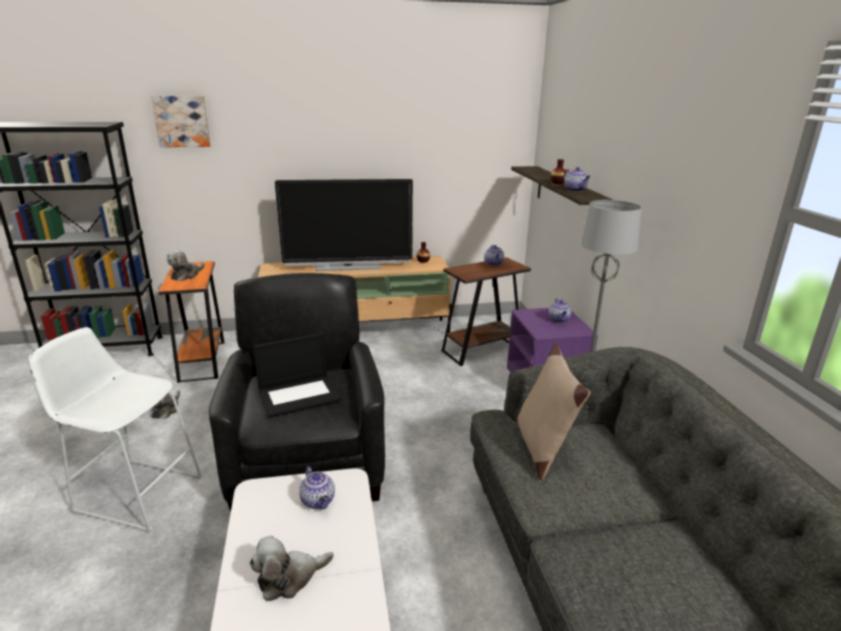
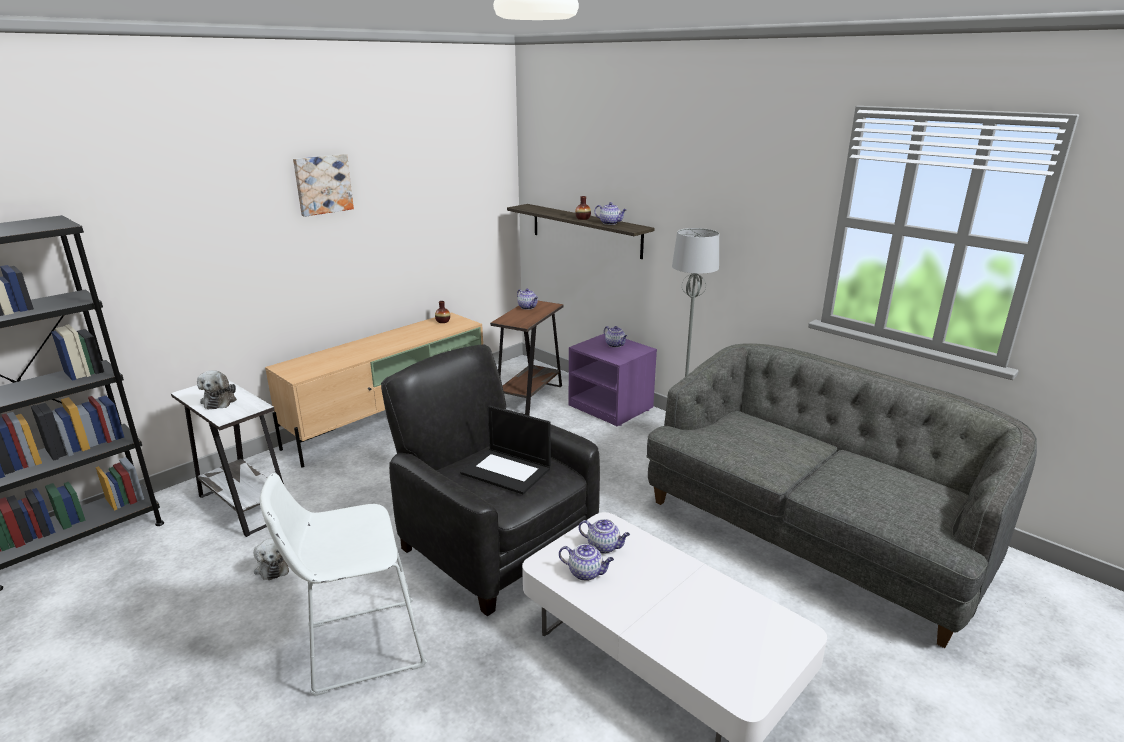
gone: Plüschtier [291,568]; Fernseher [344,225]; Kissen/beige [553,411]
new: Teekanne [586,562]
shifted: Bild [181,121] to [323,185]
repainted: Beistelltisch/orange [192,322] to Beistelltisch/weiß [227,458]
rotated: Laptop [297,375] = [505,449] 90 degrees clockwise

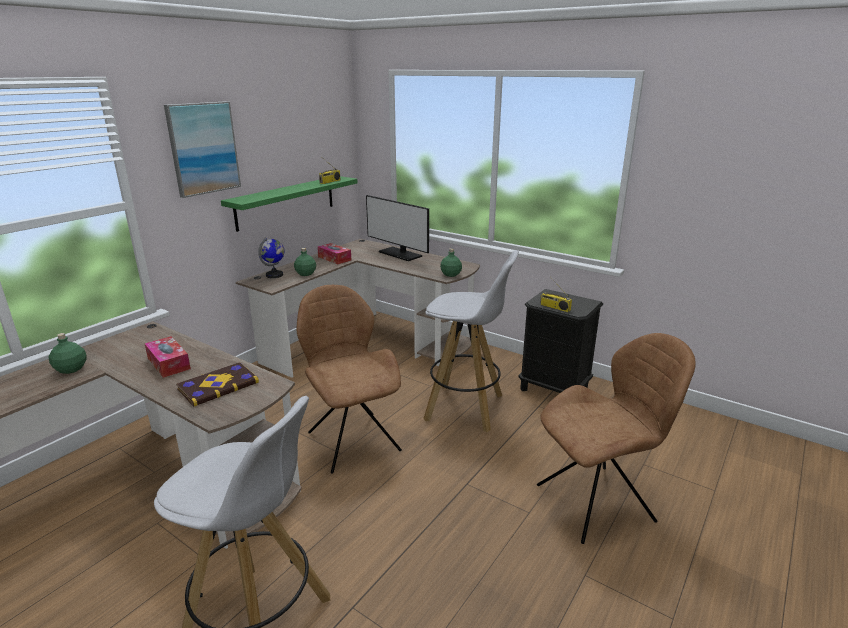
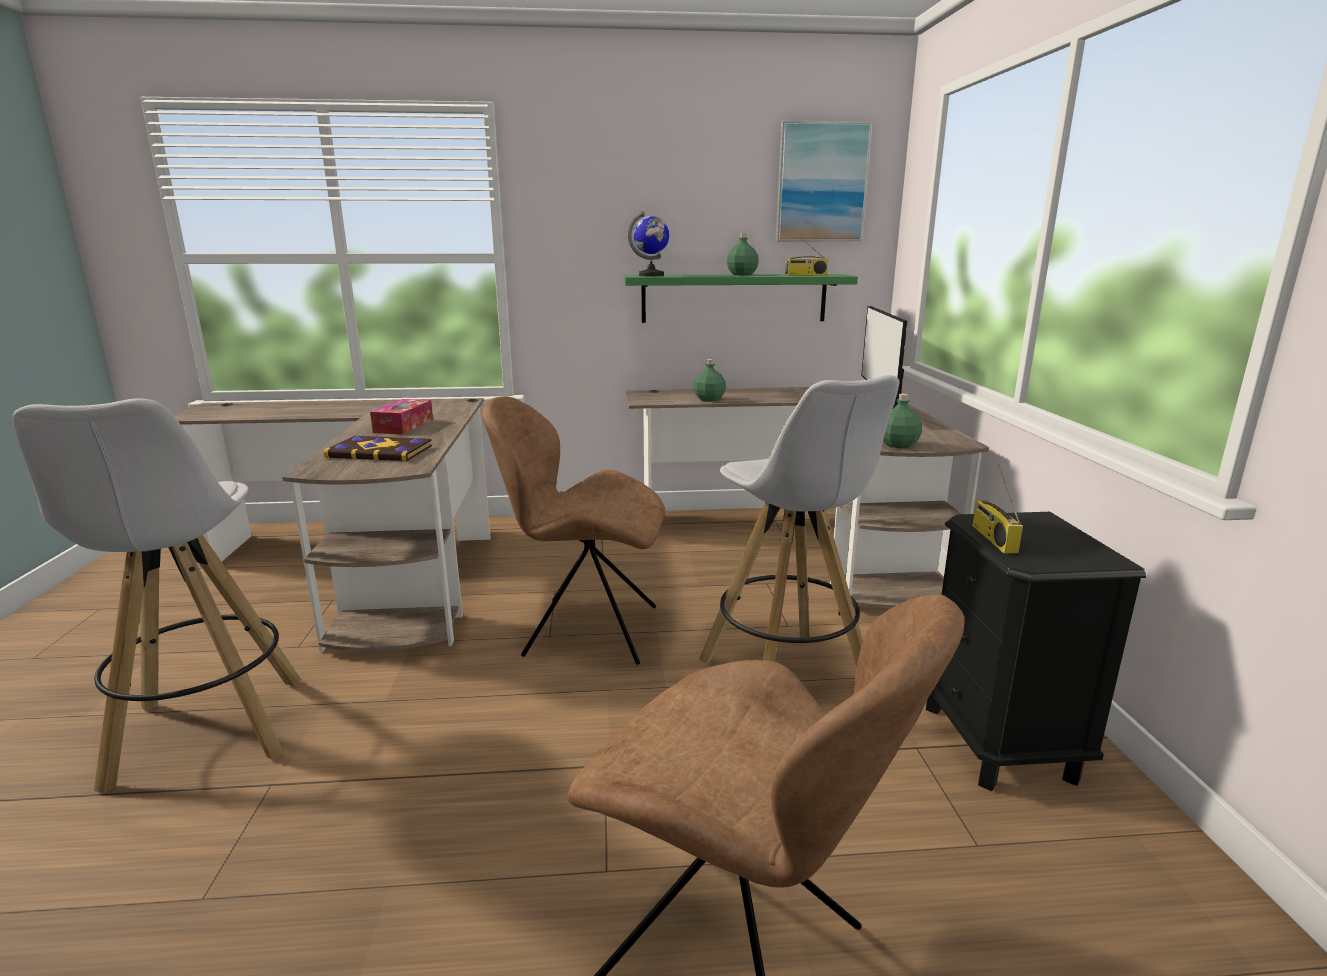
gone: Taschentuchbox [334,253]
shifted: Flasche/grün [68,353] to [743,254]; Bild [202,149] to [824,181]; Globus [271,257] to [648,244]
rotated: Stuhl/braun [349,379] = [573,530] 105 degrees counterclockwise

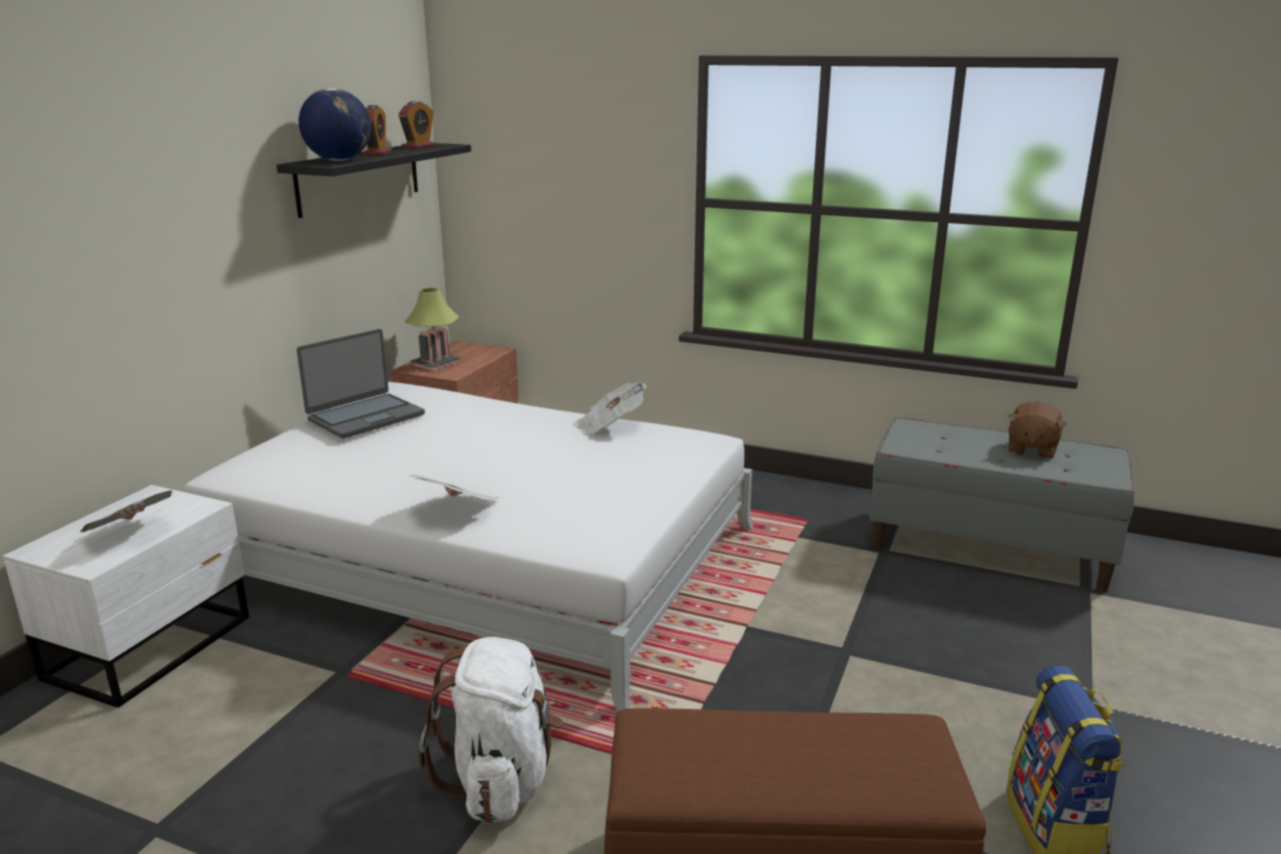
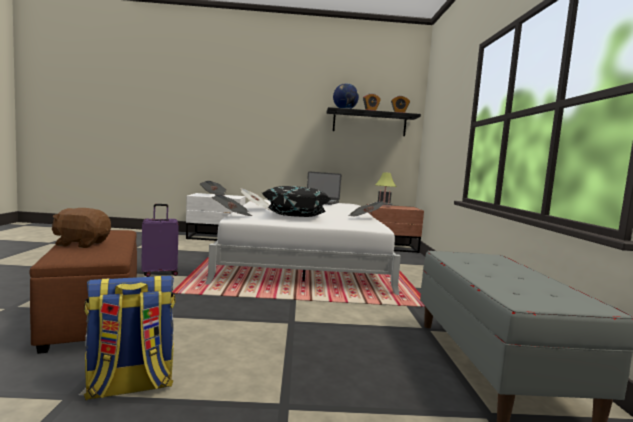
new: Zeitung [232,205]; Kissen/schwarz [297,201]
shifted: Plüschtier/braun [1036,430] to [81,228]
swapped: Rucksack/weiß [491,730] to Koffer/lila [160,240]

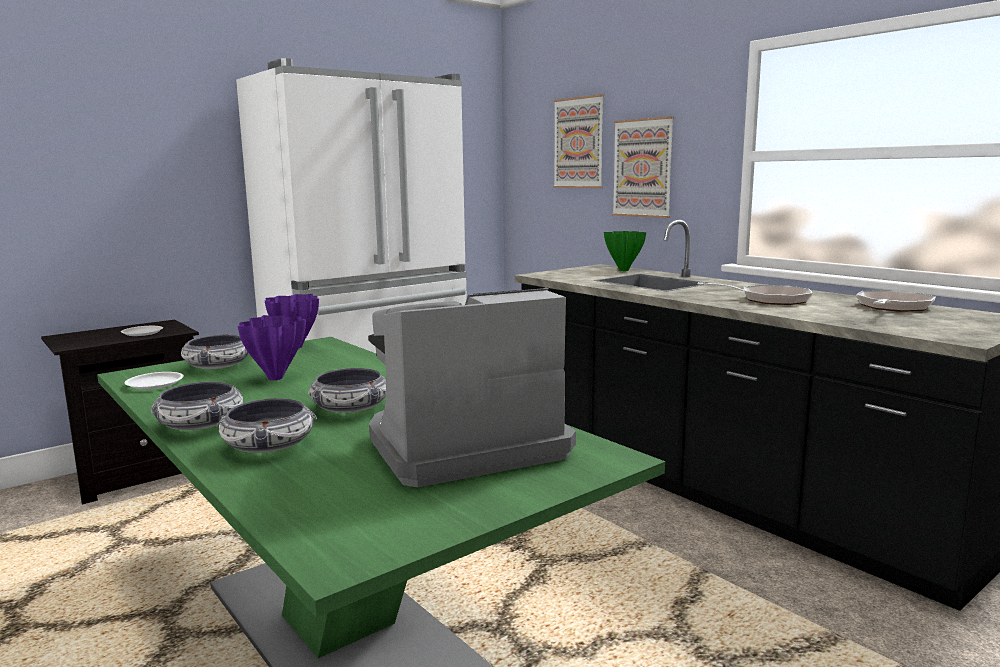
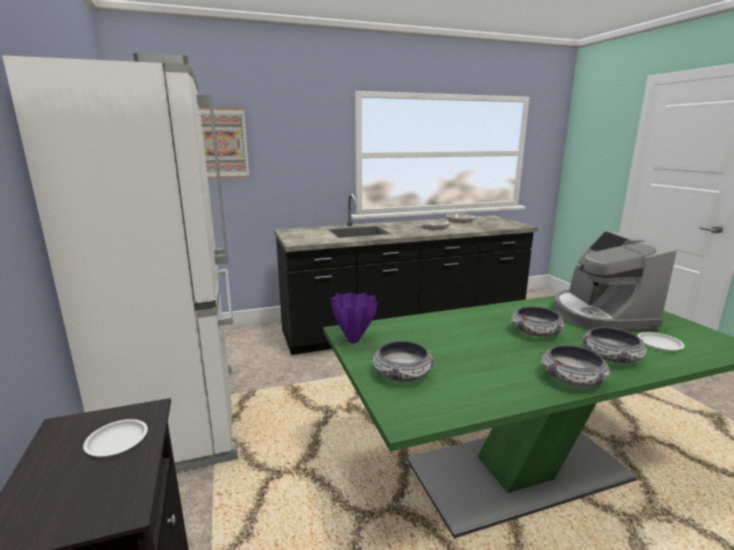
gone: Vase/lila [272,347]; Vase/grün [625,251]; Bild [643,167]
shifted: Teller/weiß [154,381] to [661,341]

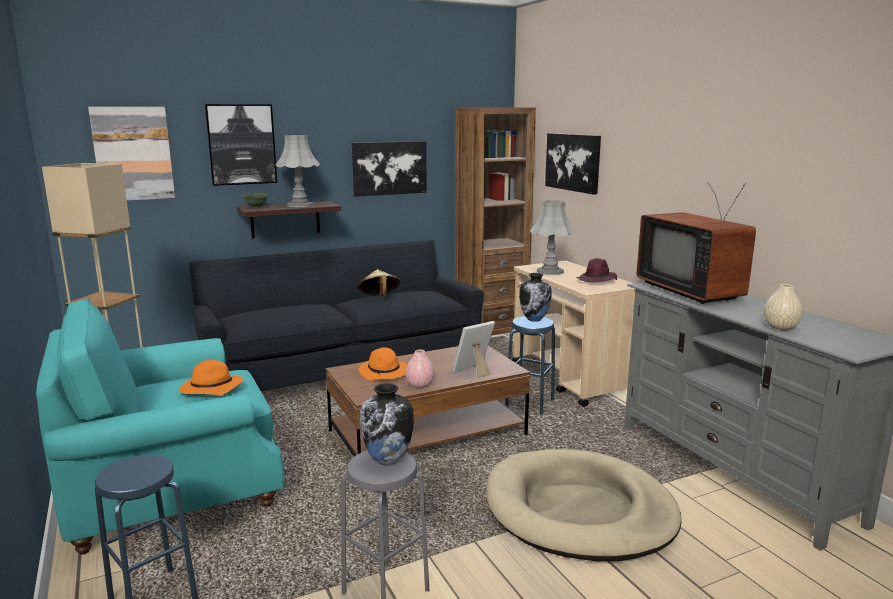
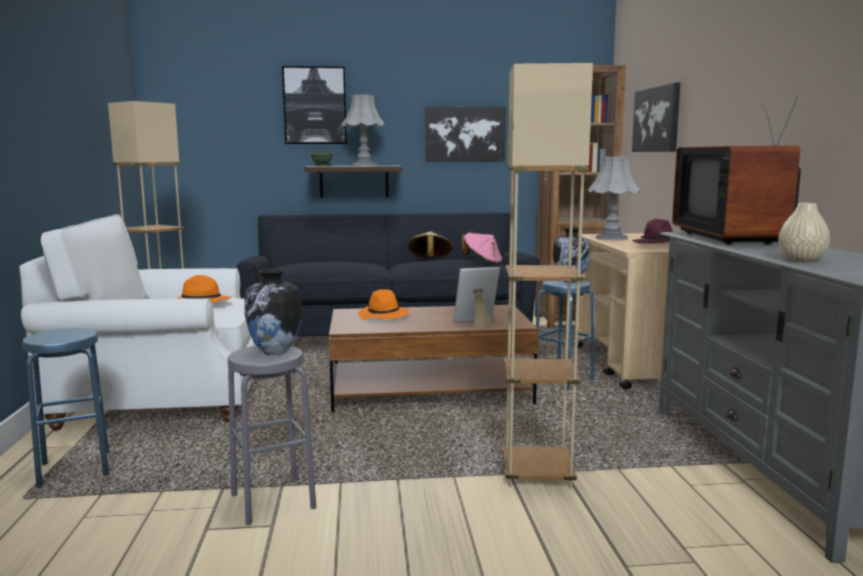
gone: Bild [131,154]; Vase/rosa [420,369]
new: Hut/rosa [482,248]
swapped: Hundebett/beige [583,505] to Stehlampe/beige [547,276]
repainted: Sessel/türkis [160,426] to Sessel/weiß [138,322]

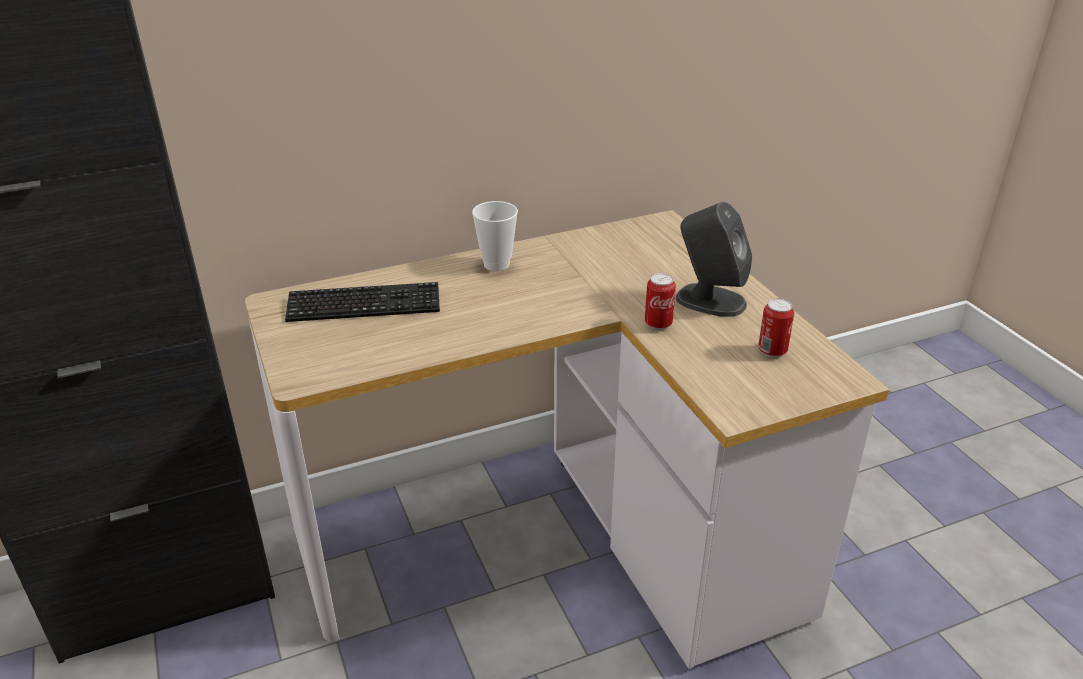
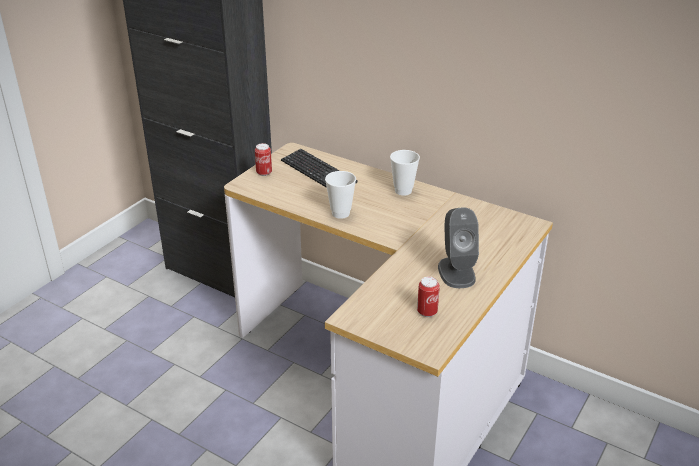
new: Tasse [340,195]
shifted: Dose [660,301] to [263,159]

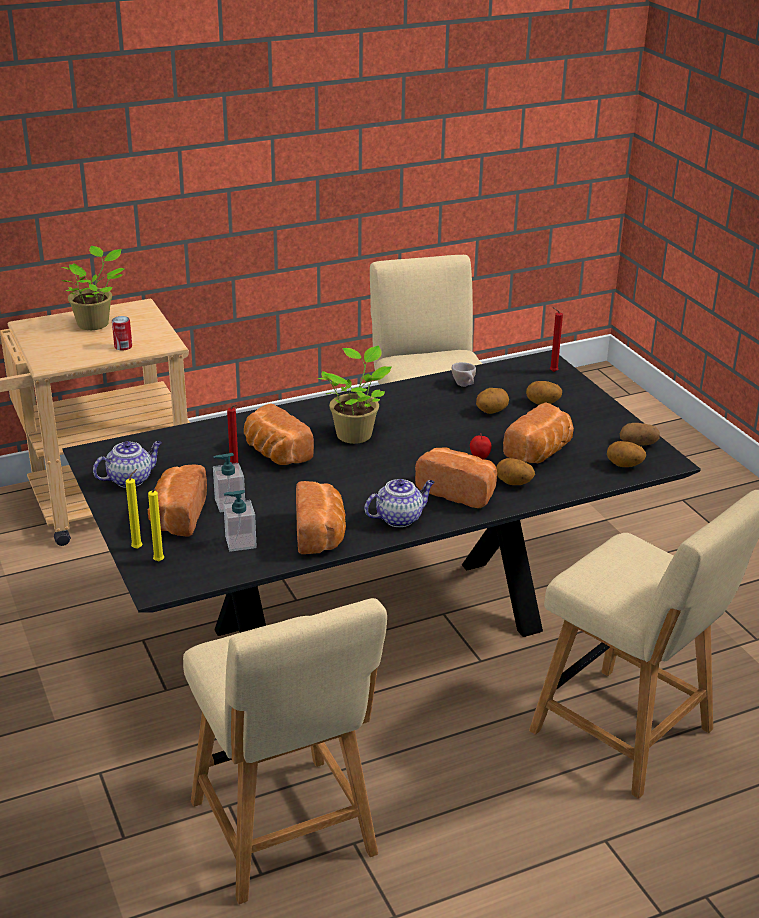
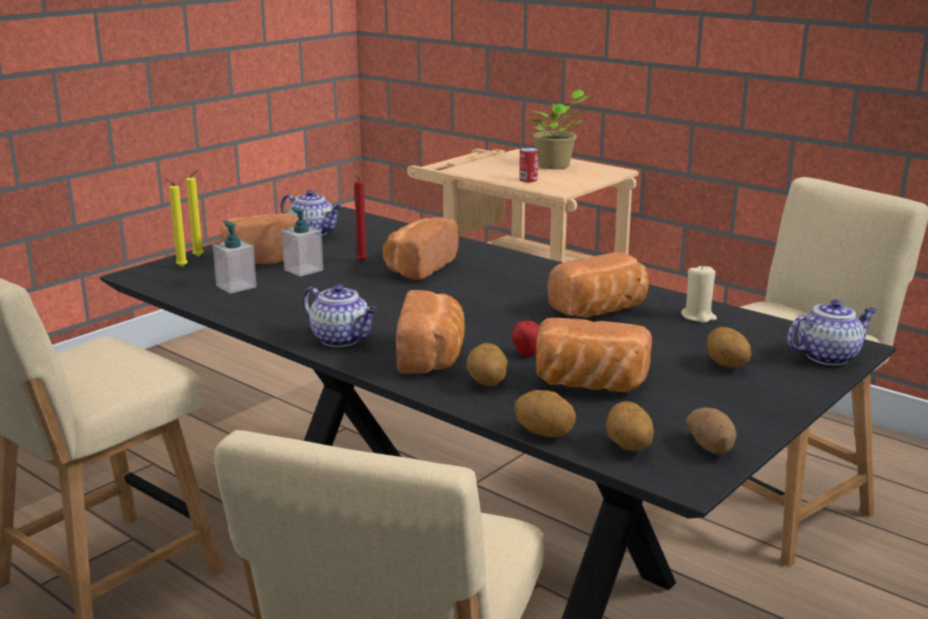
gone: Topfpflanze [354,394]
shifted: Brot [321,517] to [598,285]; Kartoffel [492,401] to [545,413]
swapped: Tasse/beige [464,374] to Kerze/beige [699,293]; Kerze/rot [556,339] to Teekanne [832,332]

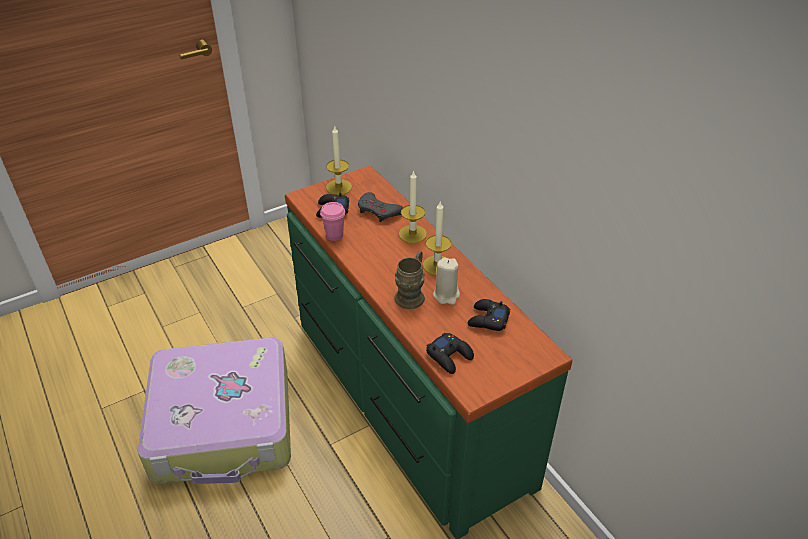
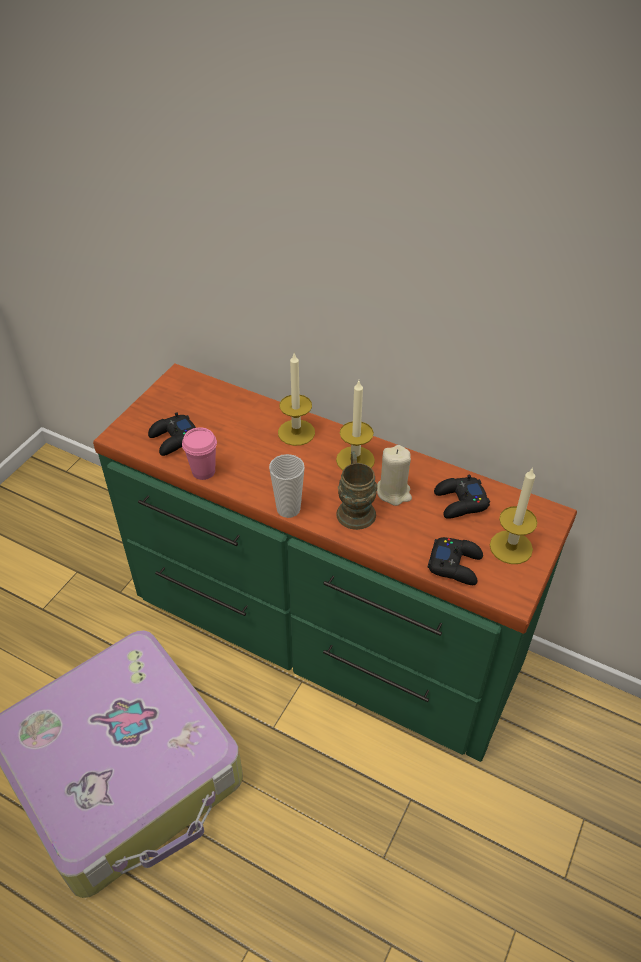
gone: Gamepad/grau [380,207]
new: Tasse [287,486]
shifted: Kerze [339,161] to [514,515]

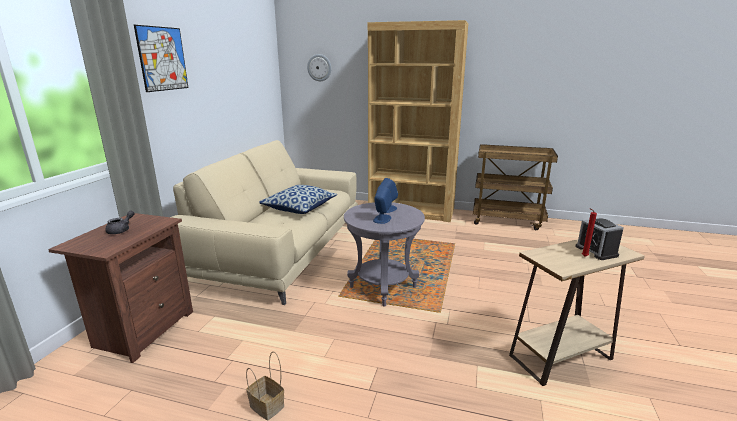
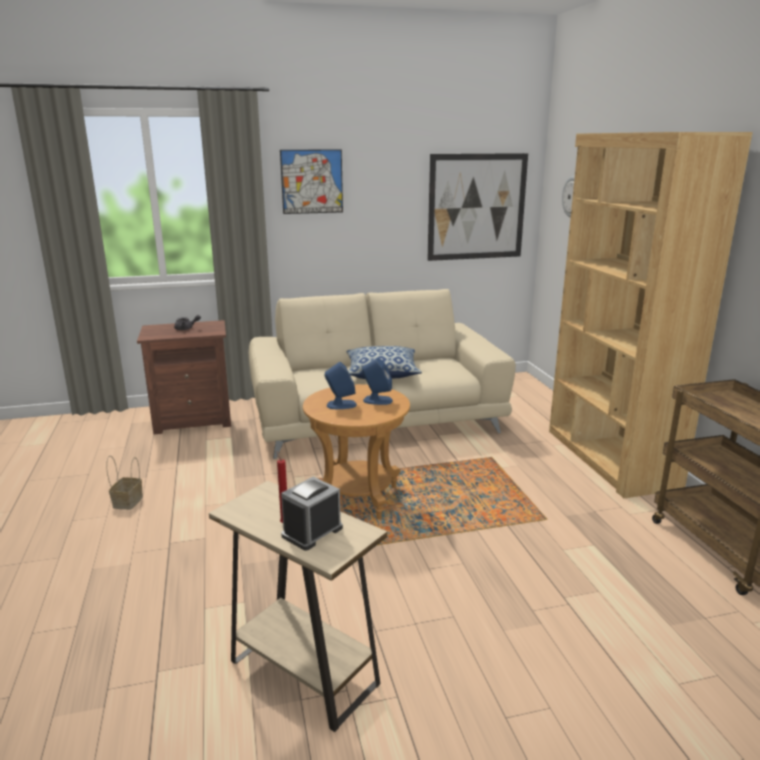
new: Bild [477,207]
repainted: Beistelltisch/grau [384,254] to Beistelltisch/braun [356,451]

